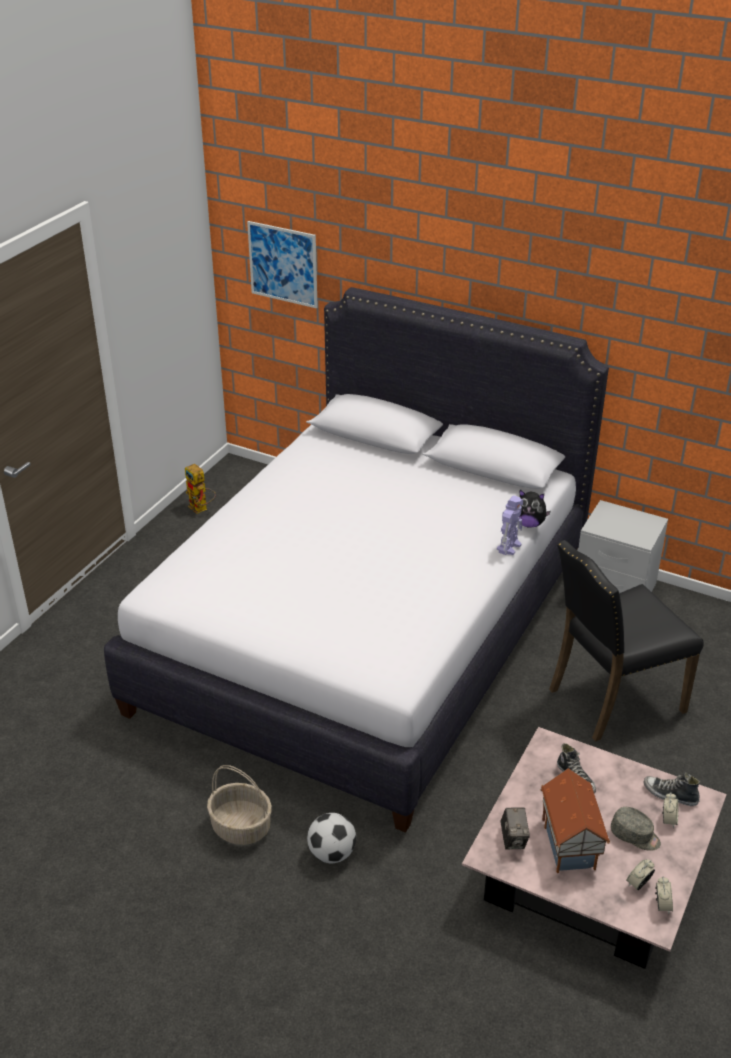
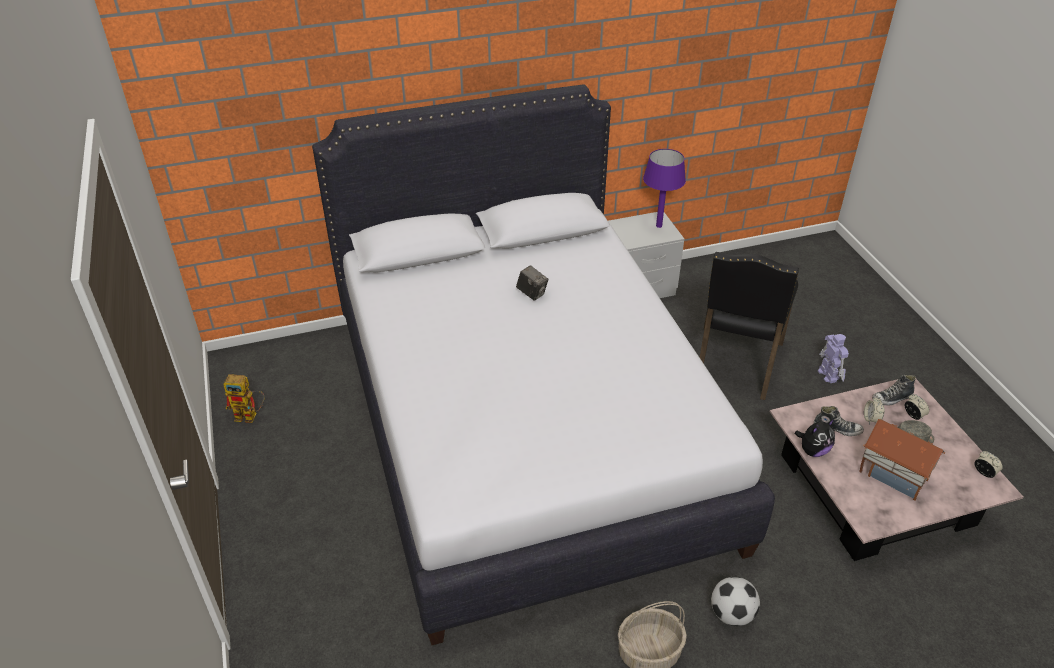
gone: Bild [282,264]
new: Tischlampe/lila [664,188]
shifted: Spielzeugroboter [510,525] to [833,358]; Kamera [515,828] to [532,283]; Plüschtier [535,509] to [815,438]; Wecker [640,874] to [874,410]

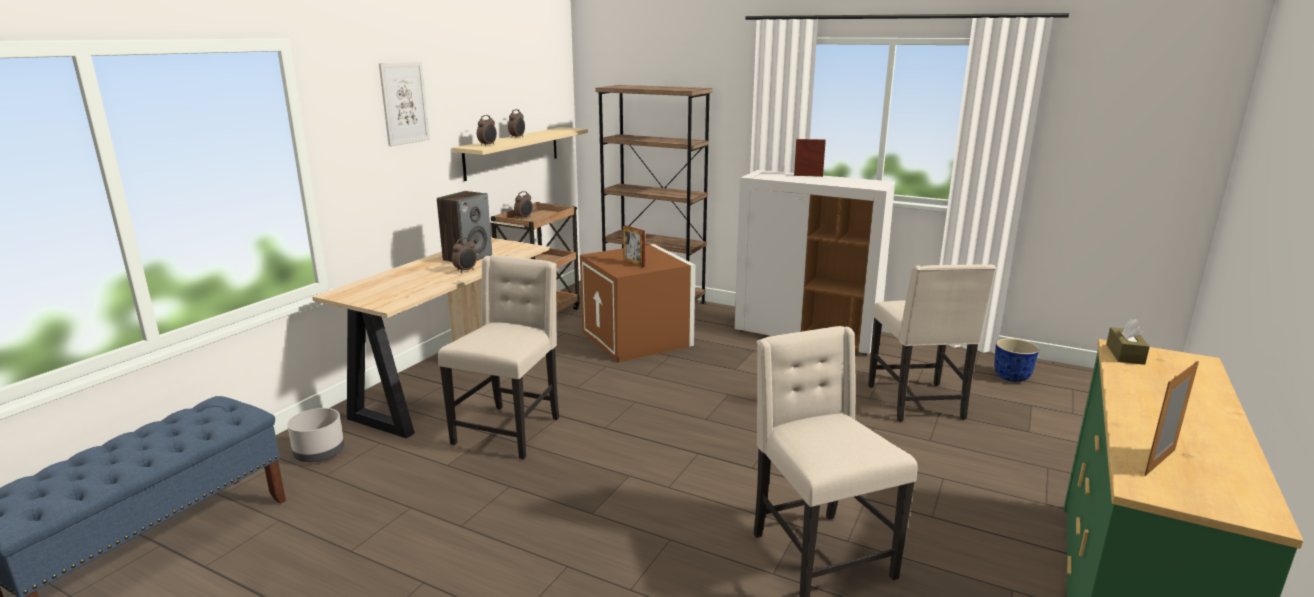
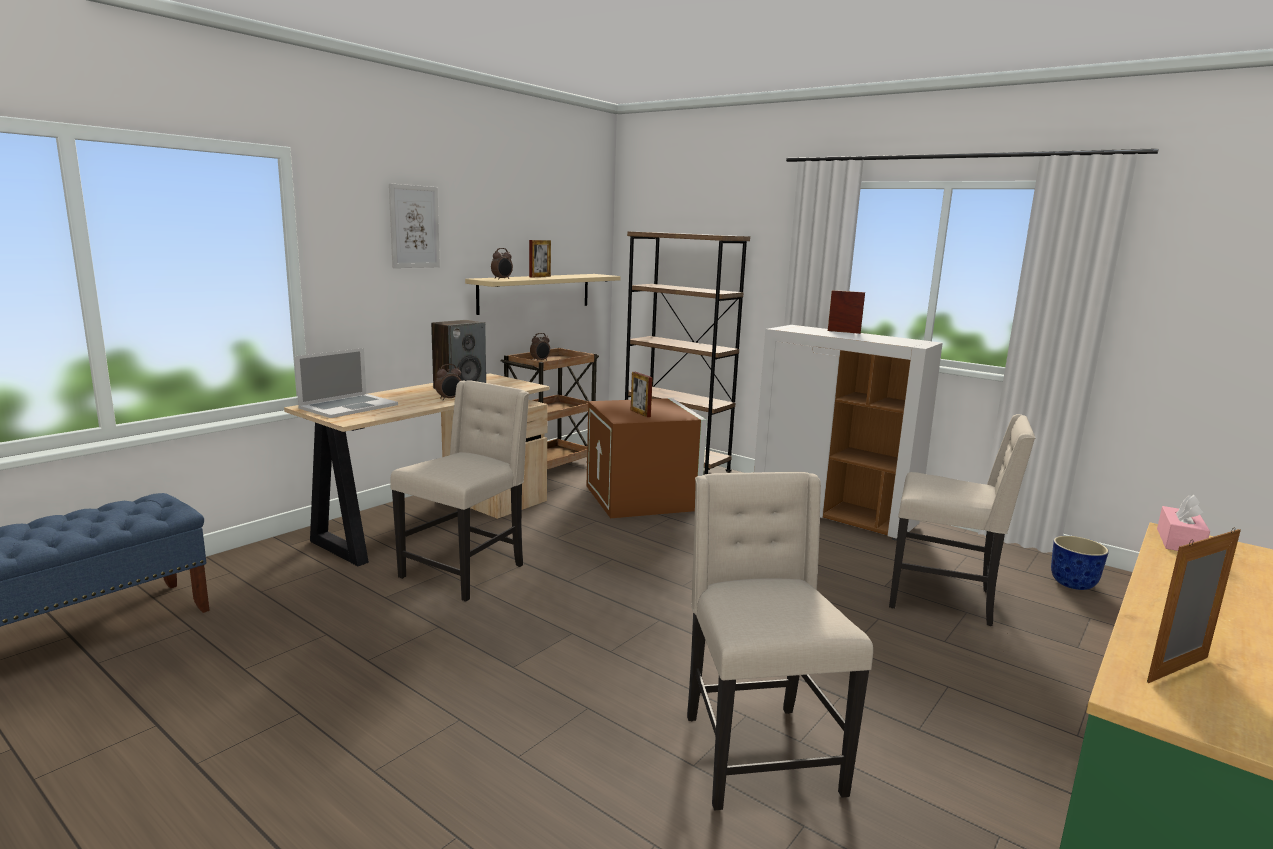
gone: Pflanzkübel/grau [315,435]
new: Laptop [346,383]
swapped: Wecker [516,123] to Bilderrahmen [540,259]
repainted: Taschentuchbox/braun [1128,342] to Taschentuchbox/rosa [1183,523]
rotated: Stuhl/beige [932,343] = [962,520] 75 degrees counterclockwise

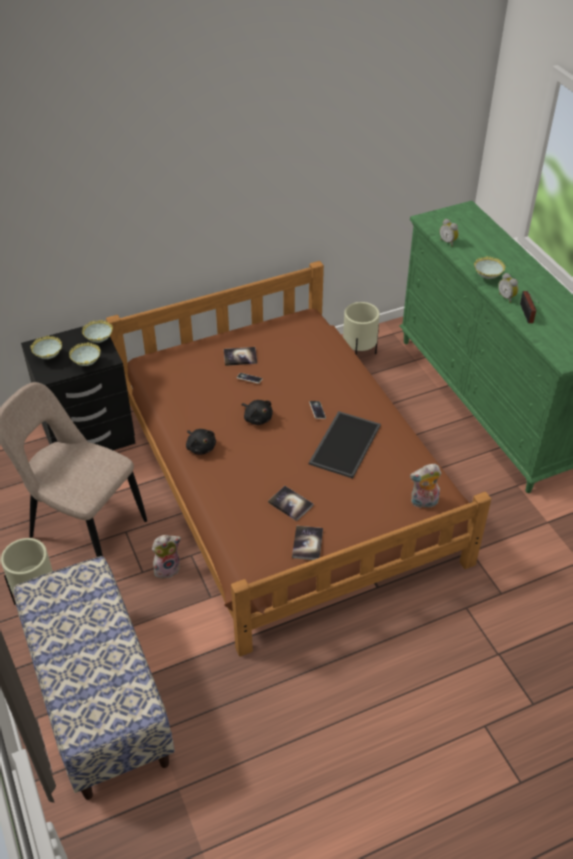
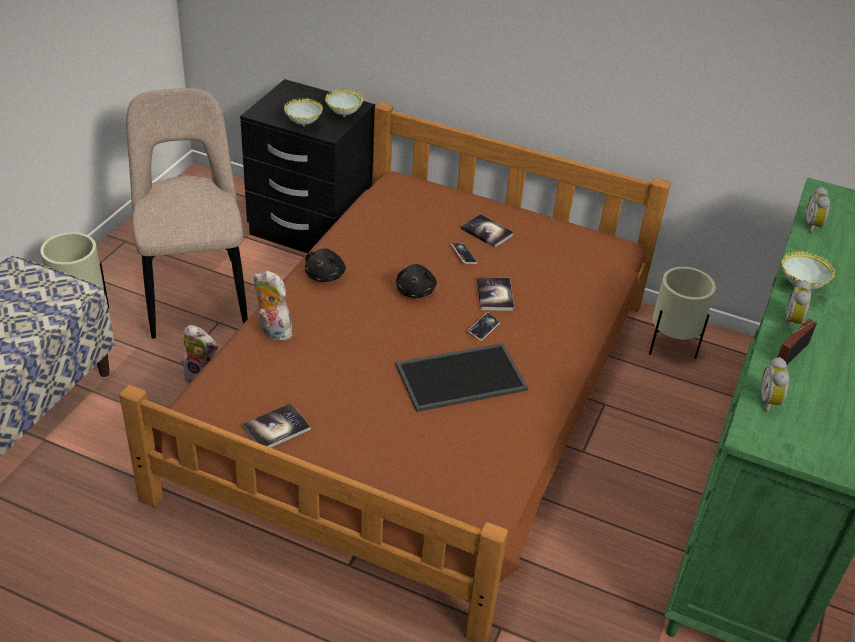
gone: Schüssel [46,347]
new: Wecker [775,385]
shifted: Buch [290,503] to [495,294]; Plüschtier [425,486] to [273,306]

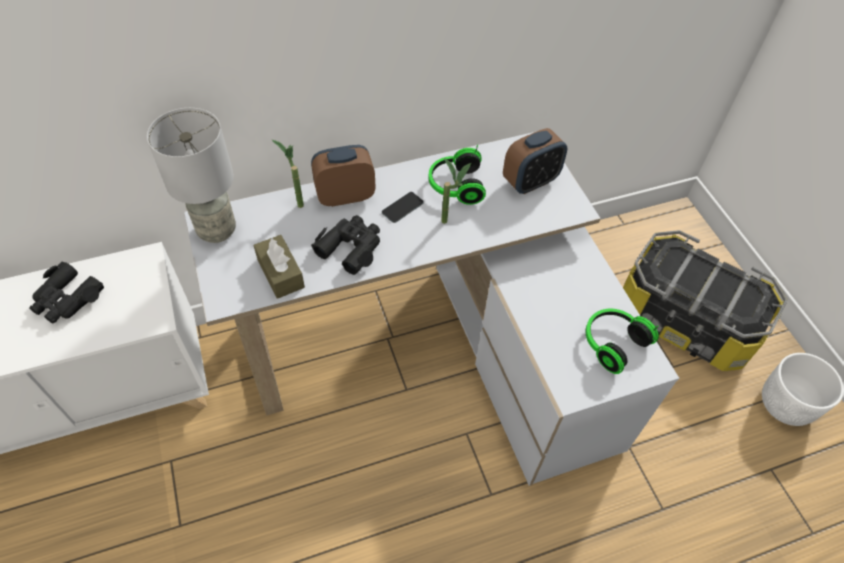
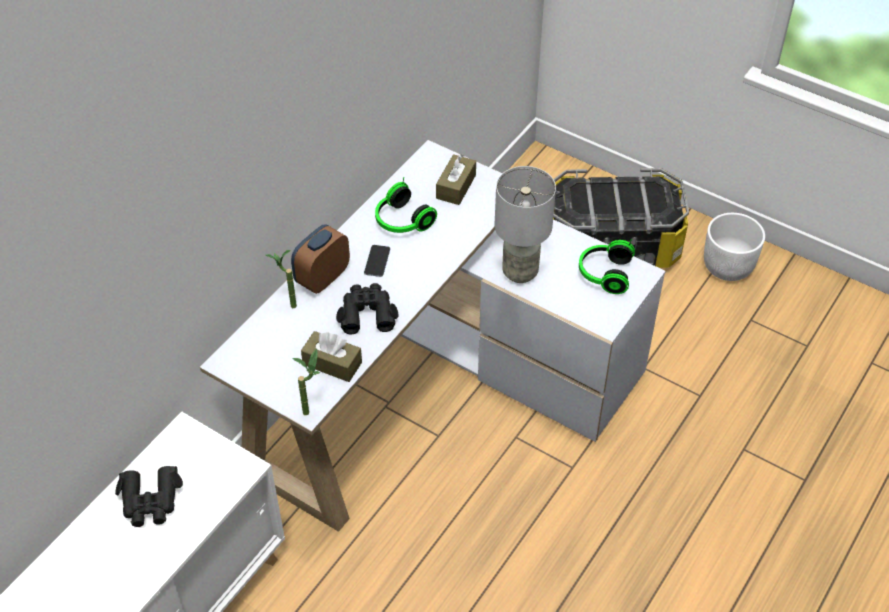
shifted: Tischlampe/grau [191,175] to [525,224]; Topfpflanze [456,191] to [306,382]
swapped: Wecker [535,161] to Taschentuchbox/braun [456,179]

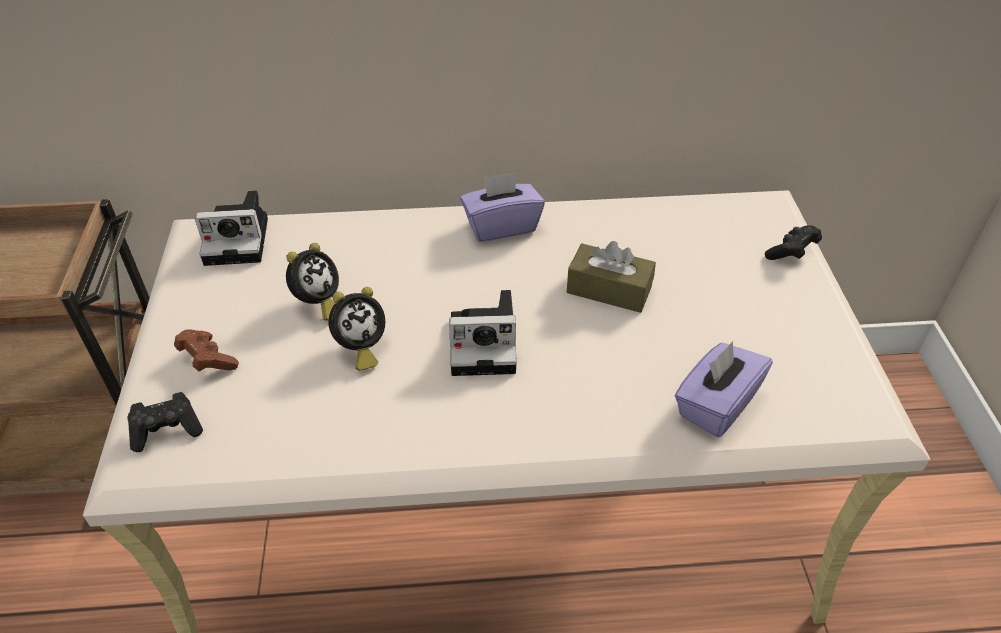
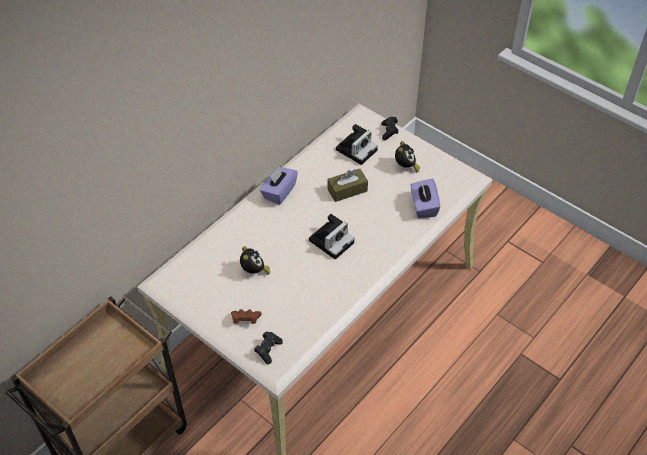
shifted: Kamera [231,228] to [357,144]; Wecker [357,328] to [407,157]

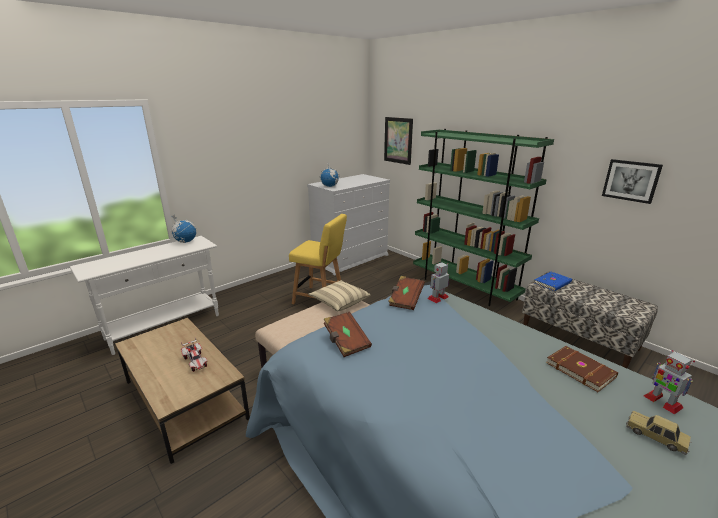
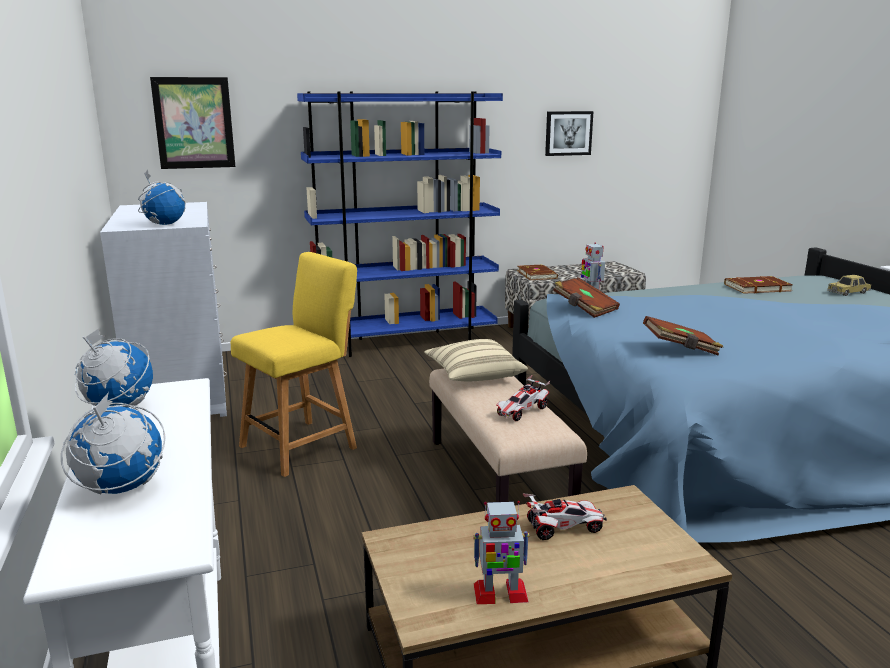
new: Globus [113,443]; Spielzeugauto [523,398]
shifted: Spielzeugroboter [669,382] to [501,552]
repainted: Bücherregal/grün [483,217] to Bücherregal/blau [400,224]; Buch/blau [553,281] to Buch/braun [537,272]

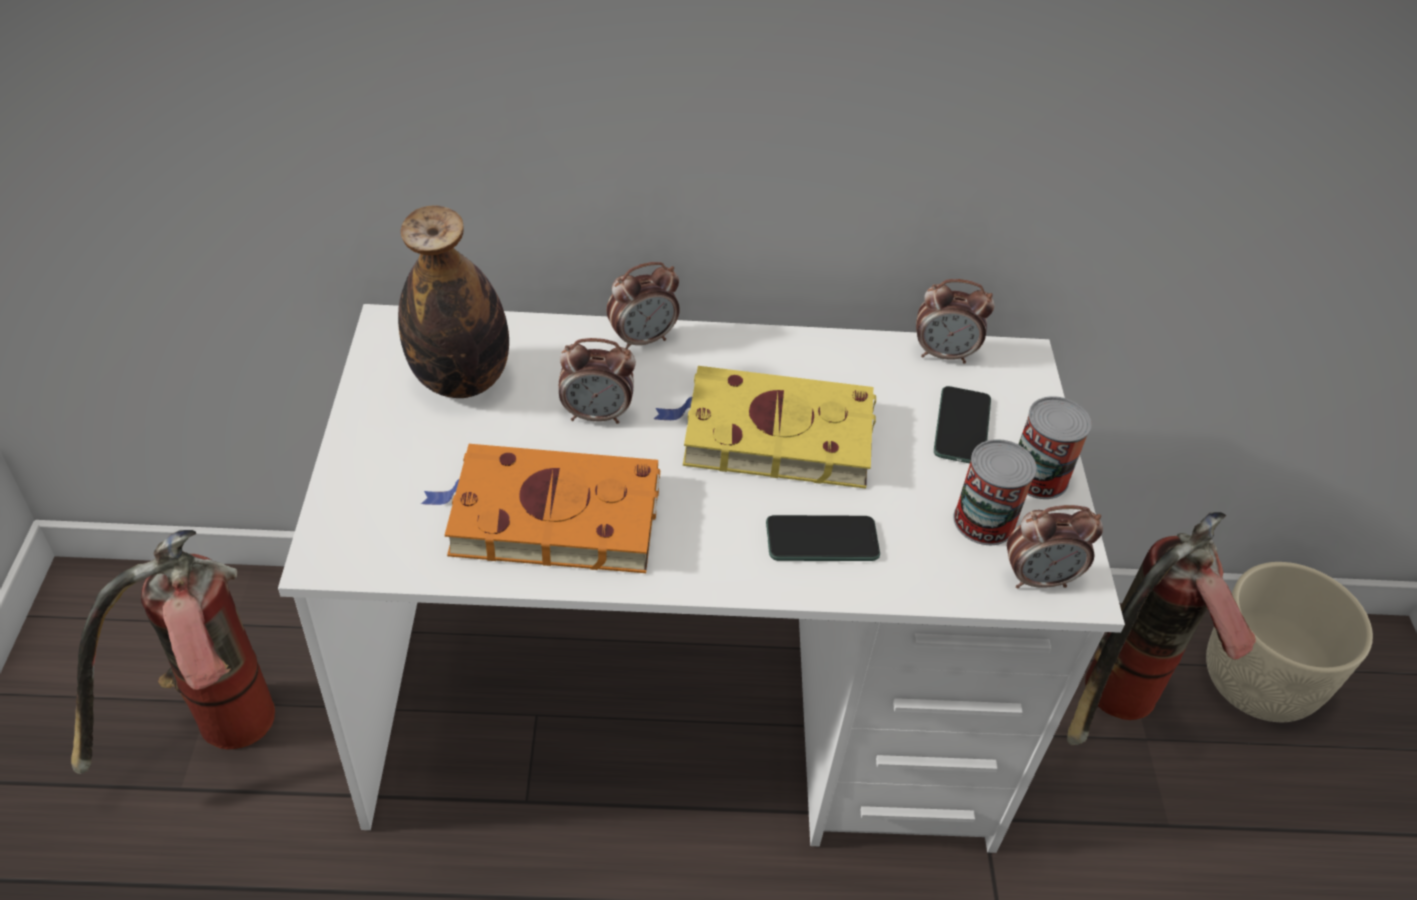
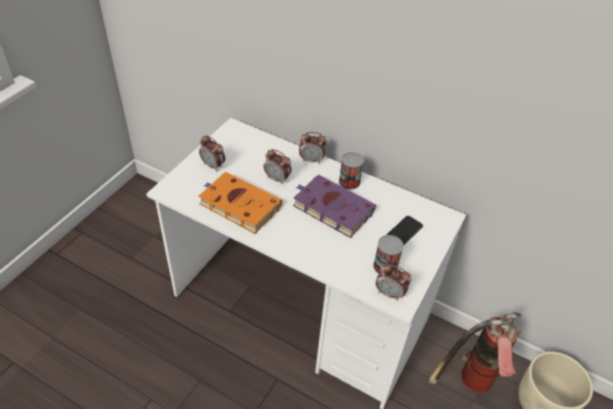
gone: Feuerlöscher [173,652]; Flasche [453,301]; Handy [823,538]
shifted: Wecker [955,321] to [212,153]; Dose [1055,447] to [351,170]
repainted: Buch/gelb [765,427] to Buch/lila [334,206]

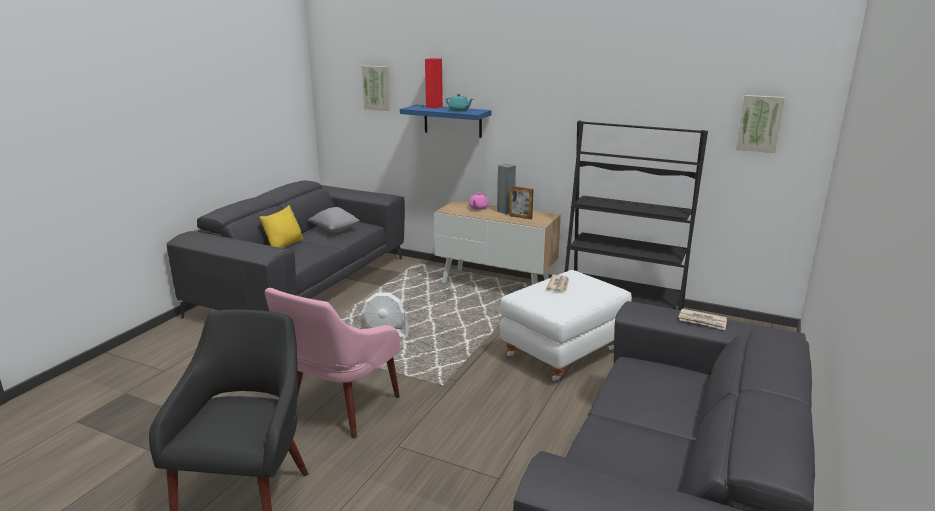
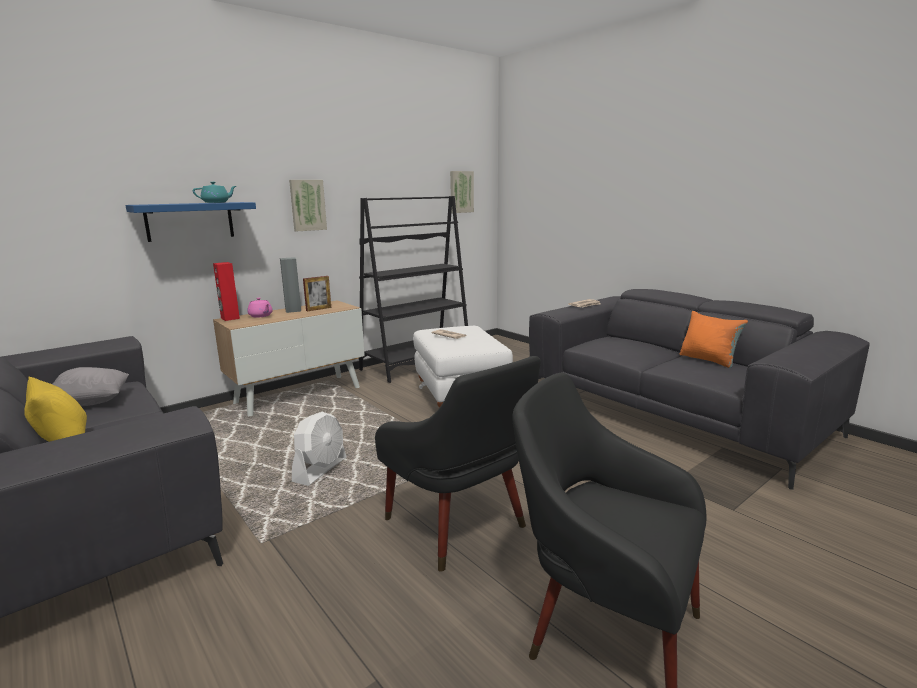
new: Kissen/orange [714,339]
shifted: Bild [376,88] to [308,206]; Lautsprecher/rot [434,83] to [226,291]
repainted: Sessel/rosa [332,363] to Sessel/schwarz [458,464]

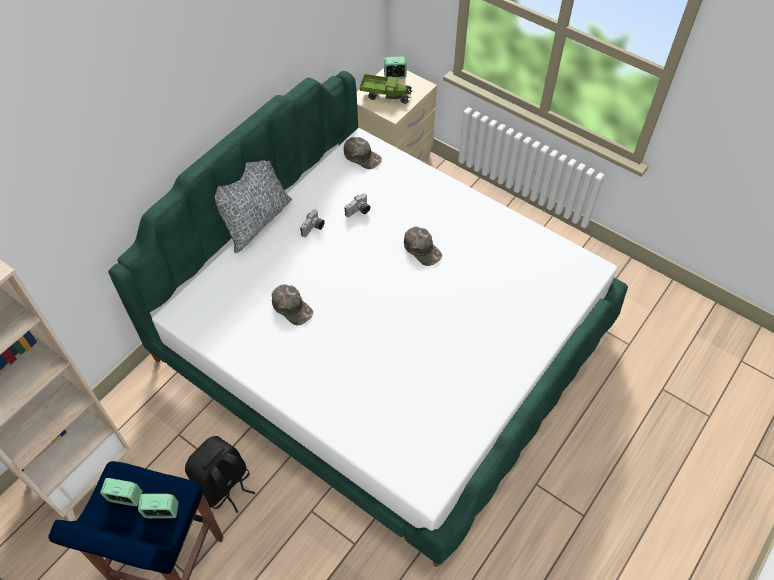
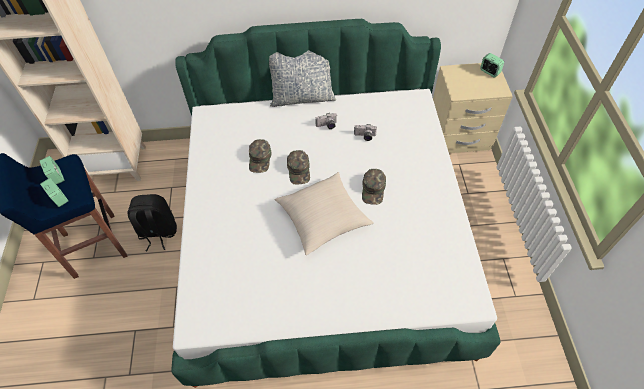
gone: Spielzeuglaster [386,89]
new: Kissen/beige [324,213]
shifted: Kappe/grün [363,153] to [298,167]

